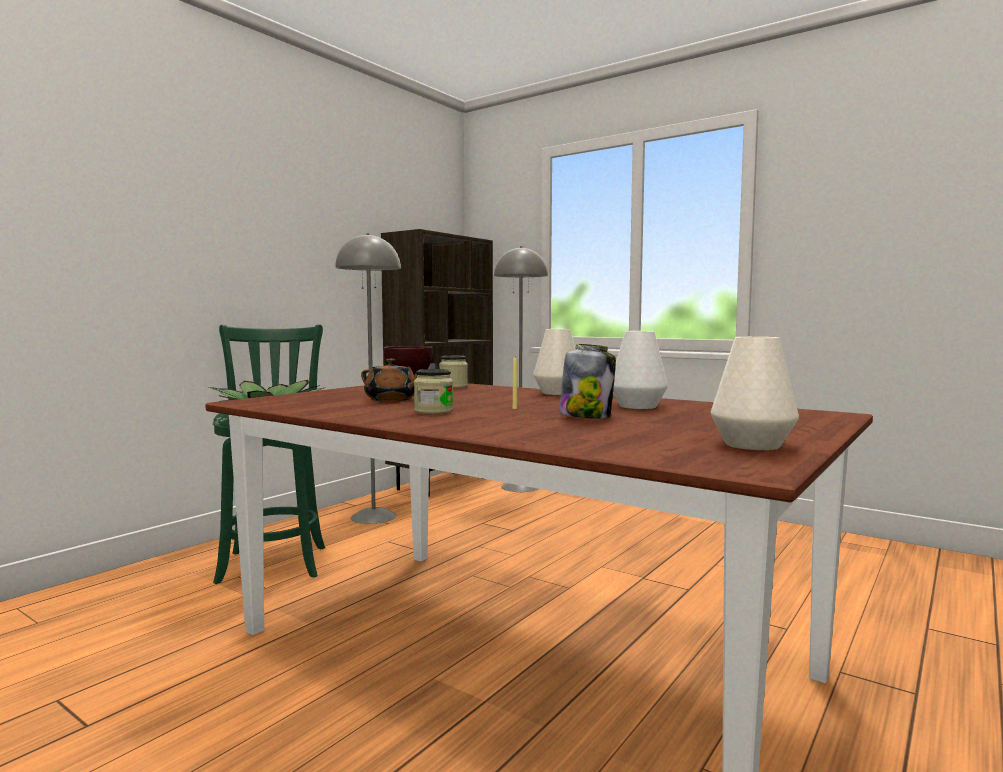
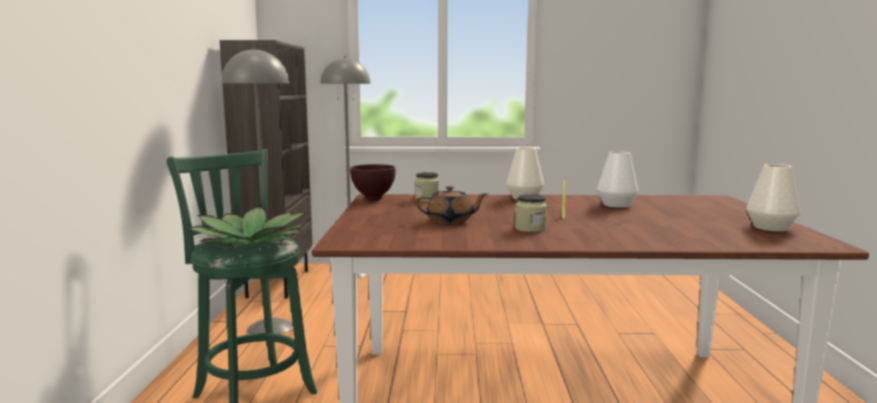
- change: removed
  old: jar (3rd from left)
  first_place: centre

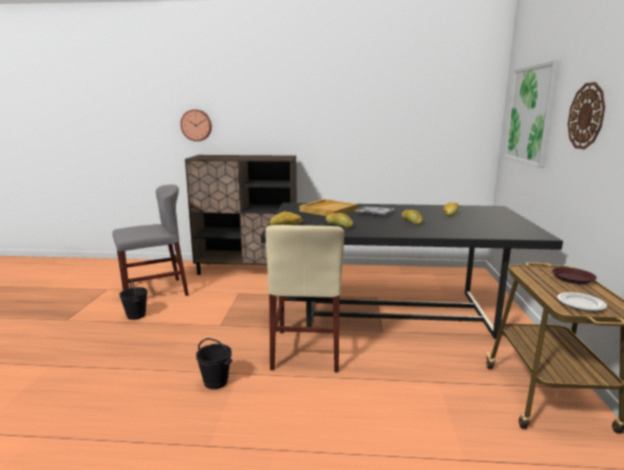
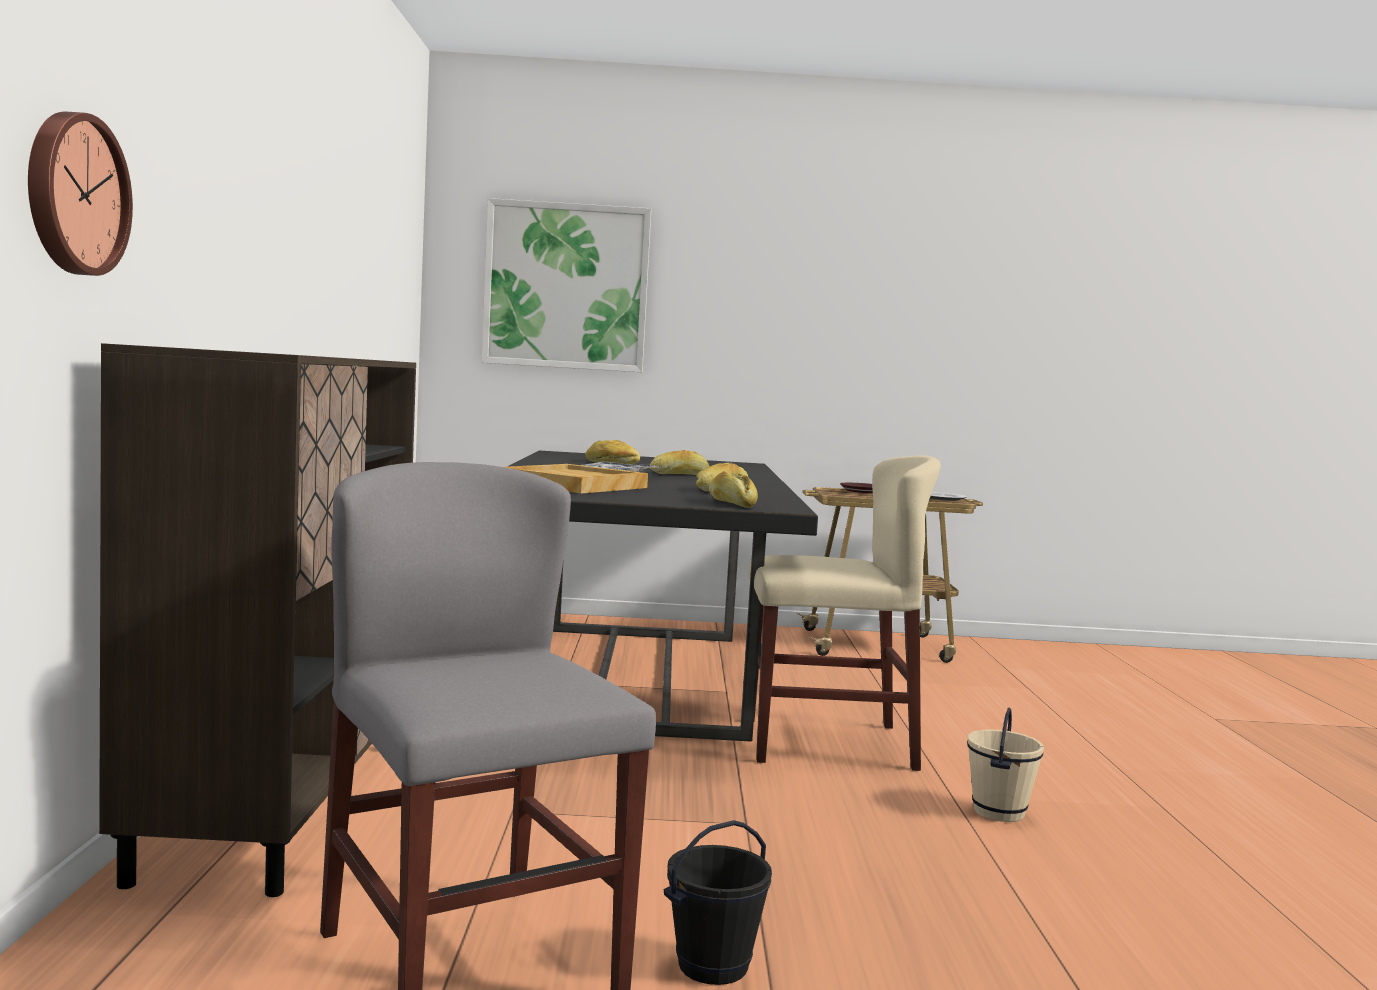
- change: removed
  old: wall clock (2nd from left)
  first_place: top right
- change: recoloured
  old: black bucket (2nd from left)
  new: beige bucket
  first_place: bottom centre
  second_place: bottom right

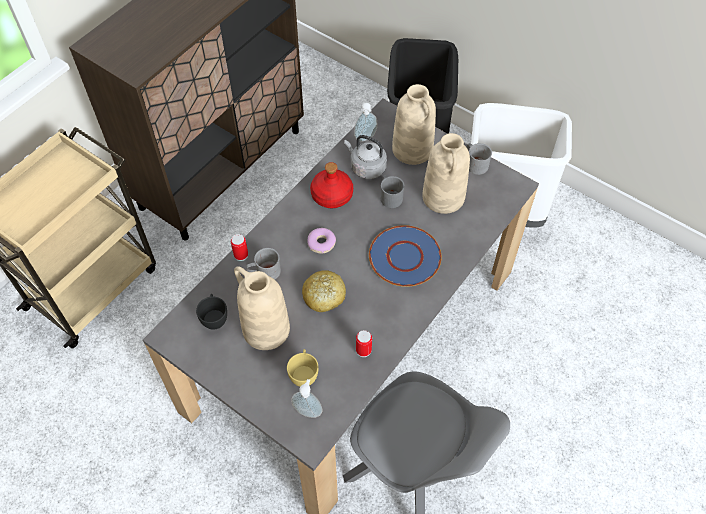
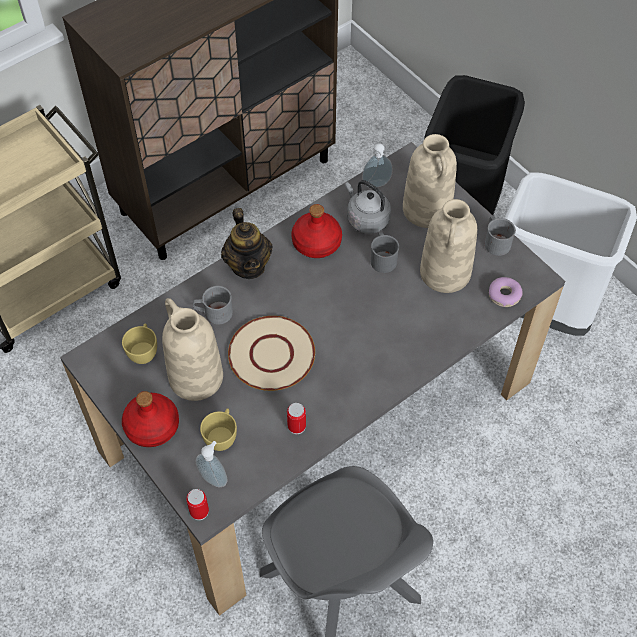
- change: removed
  old: blue plate
  first_place: centre
- change: moved
  old: donut
  first_place: centre
  second_place: middle right
- change: moved
  old: can (1st from left)
  first_place: centre
  second_place: bottom left
- change: replaced
  old: bread
  new: beige plate
  first_place: centre
  second_place: centre
- change: recoloured
  old: black cup
  new: yellow cup (1st from left)
  first_place: middle left
  second_place: middle left
- change: added
  new: teapot
  second_place: centre
- change: added
  new: red bottle (1st from left)
  second_place: middle left

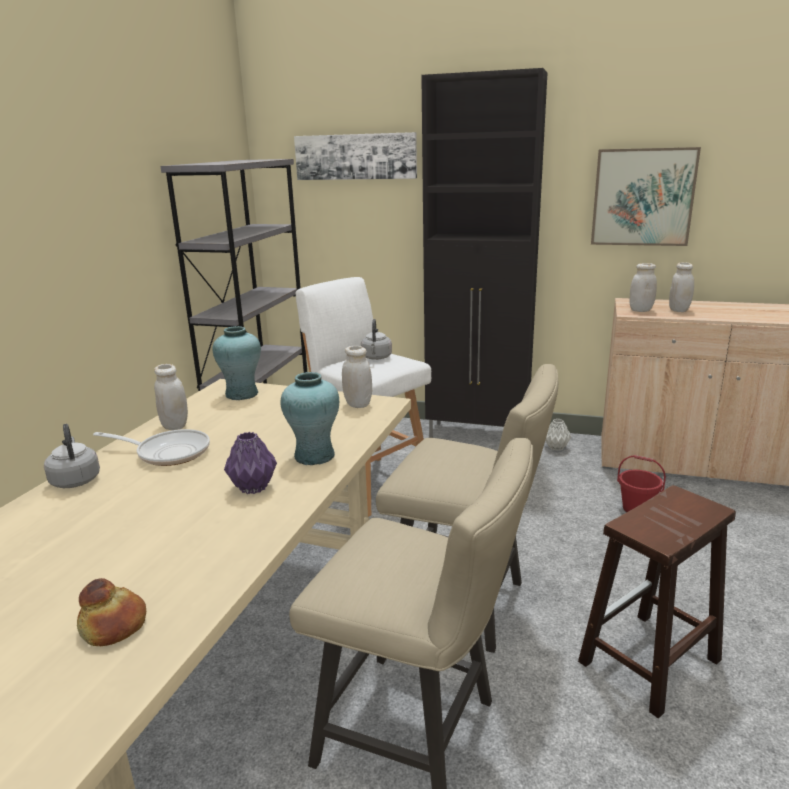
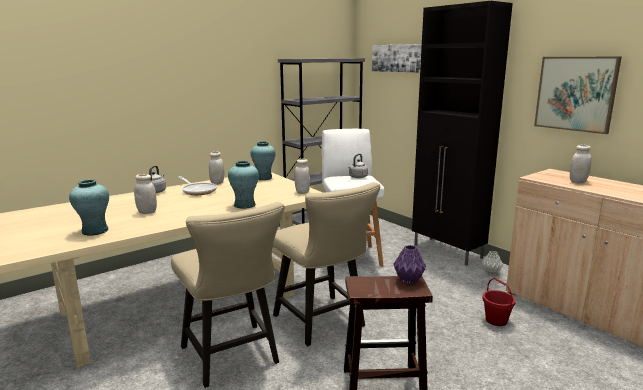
- change: moved
  old: white jar (3rd from left in the first image)
  new: white jar (1st from left)
  first_place: middle right
  second_place: middle left
- change: moved
  old: purple vase
  first_place: middle left
  second_place: bottom centre
- change: replaced
  old: bread
  new: turquoise vase (1st from left)
  first_place: bottom left
  second_place: middle left

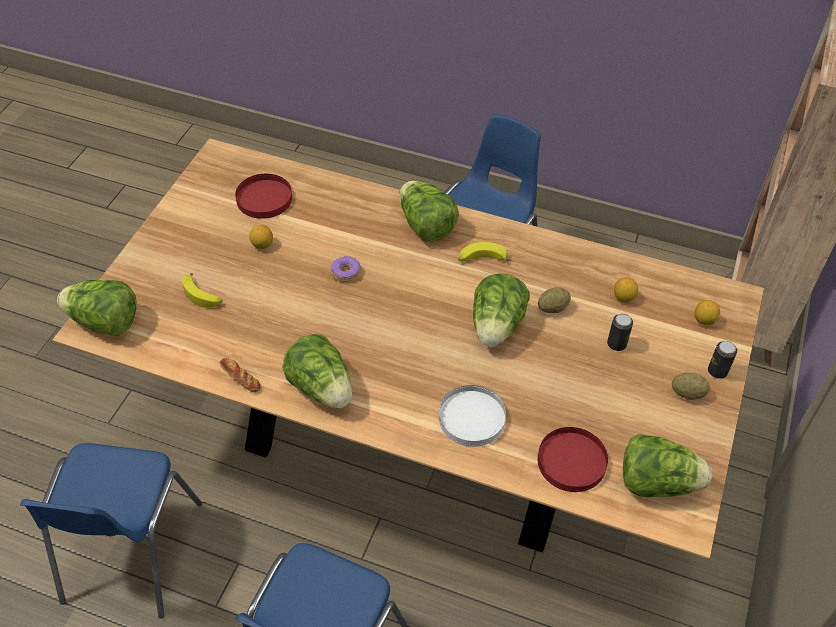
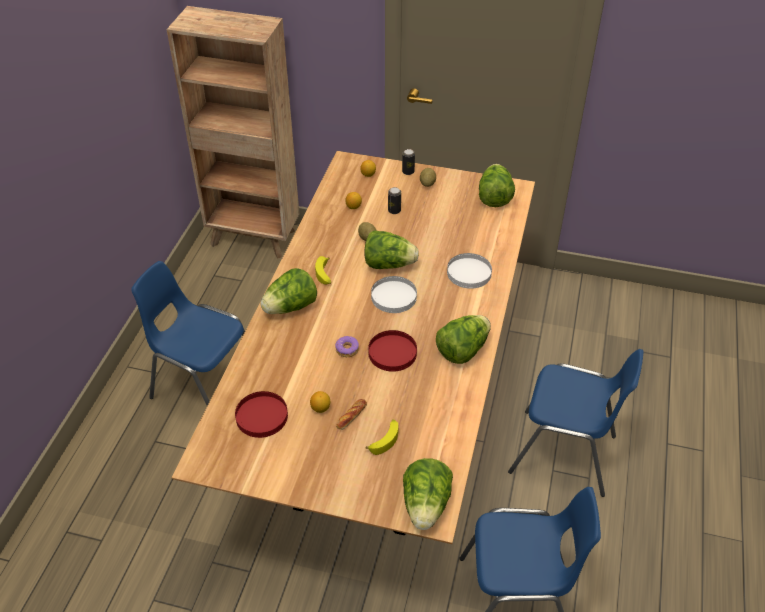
- change: moved
  old: bread
  first_place: middle left
  second_place: bottom centre
- change: moved
  old: red plate (2nd from left)
  first_place: bottom right
  second_place: centre
- change: added
  new: white plate (1st from left)
  second_place: centre

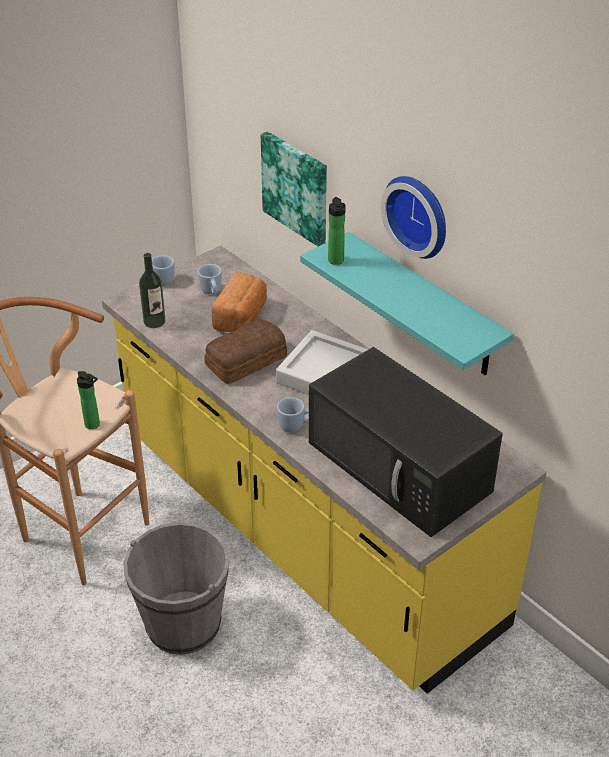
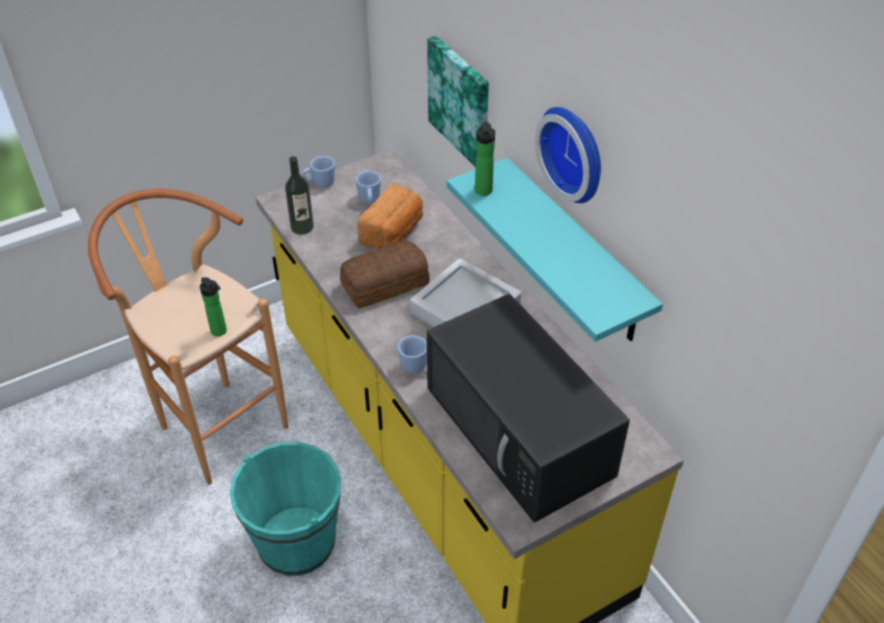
- change: recoloured
  old: grey bucket
  new: turquoise bucket
  first_place: bottom left
  second_place: bottom left

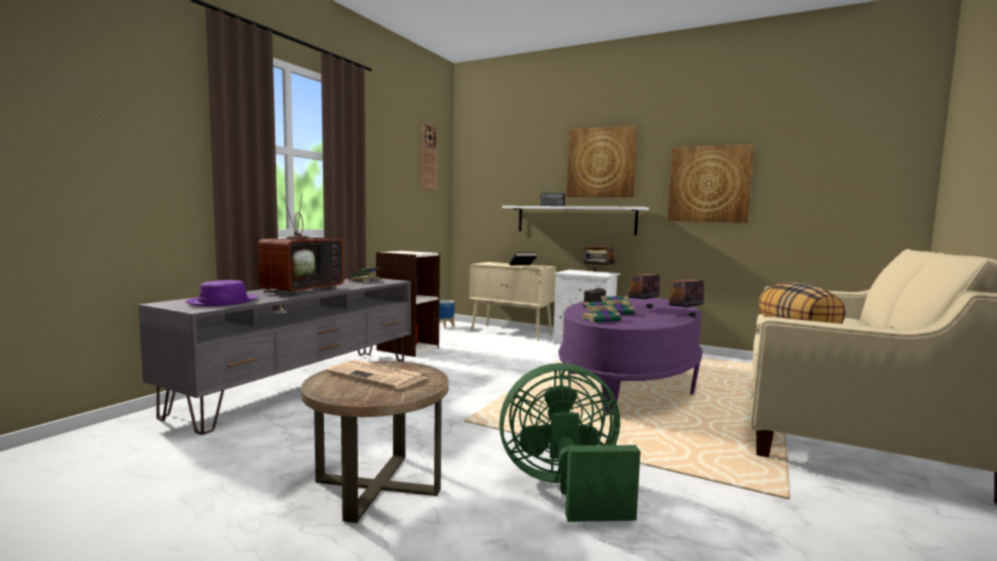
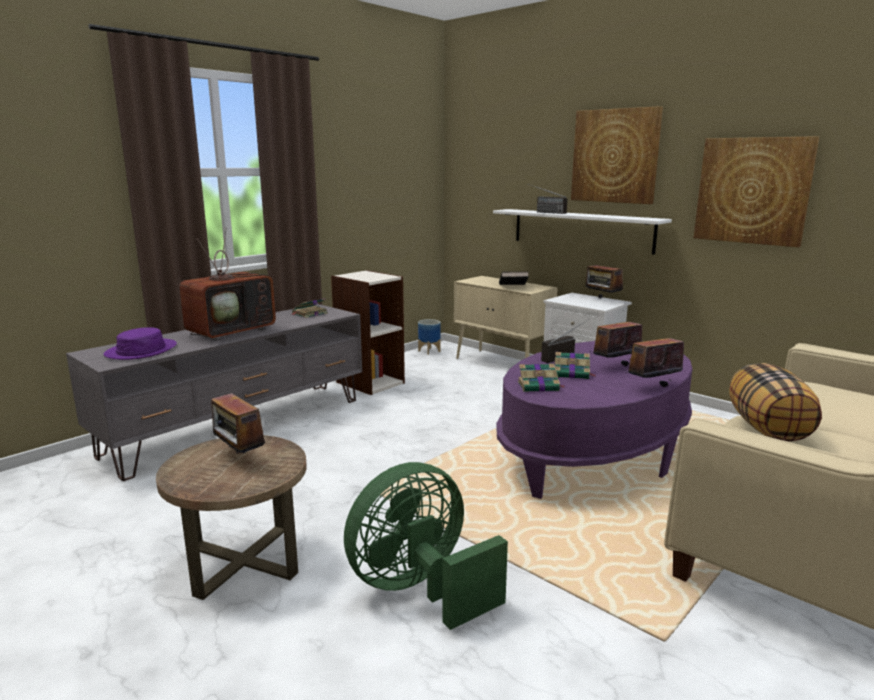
- change: removed
  old: wall clock
  first_place: top centre
- change: replaced
  old: newspaper
  new: radio (1st from left)
  first_place: bottom centre
  second_place: middle left
- change: turned
  old: green fan
  first_place: bottom centre
  second_place: bottom centre
  degrees: -45

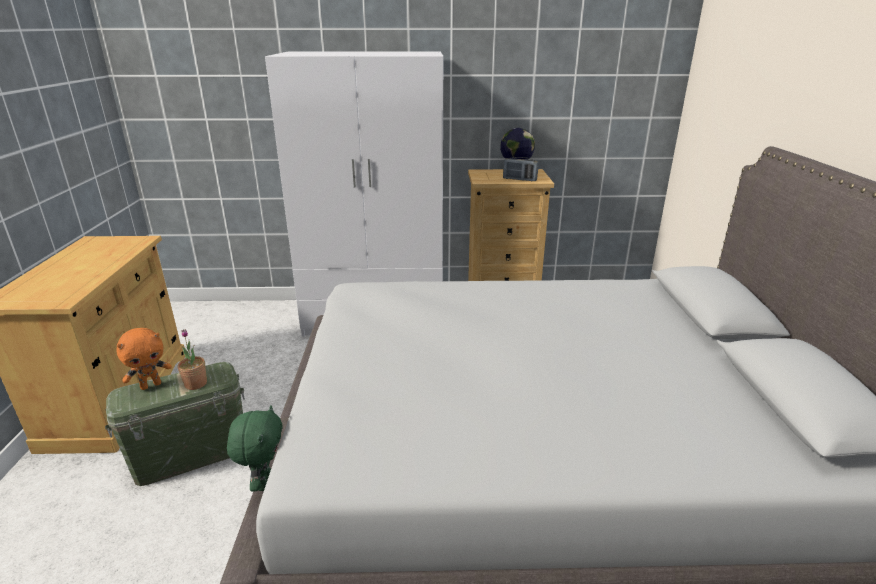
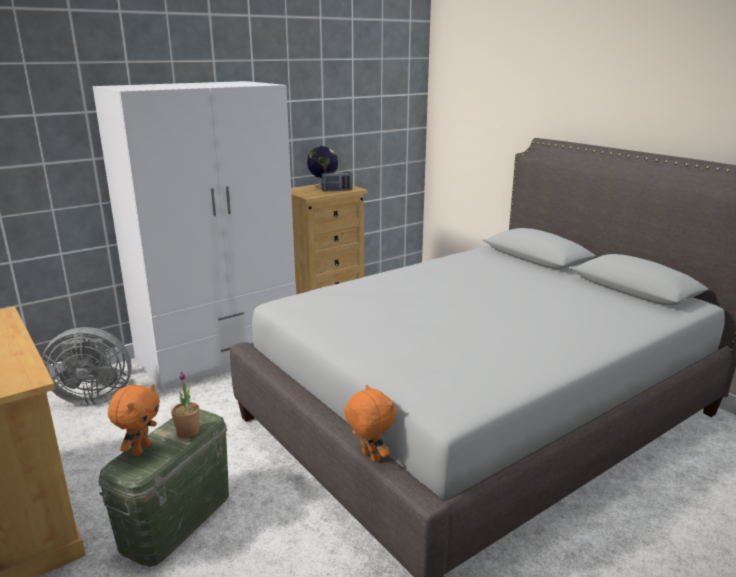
- change: recoloured
  old: green plush toy
  new: orange plush toy (2nd from left)
  first_place: bottom left
  second_place: bottom centre
- change: added
  new: grey fan
  second_place: middle left

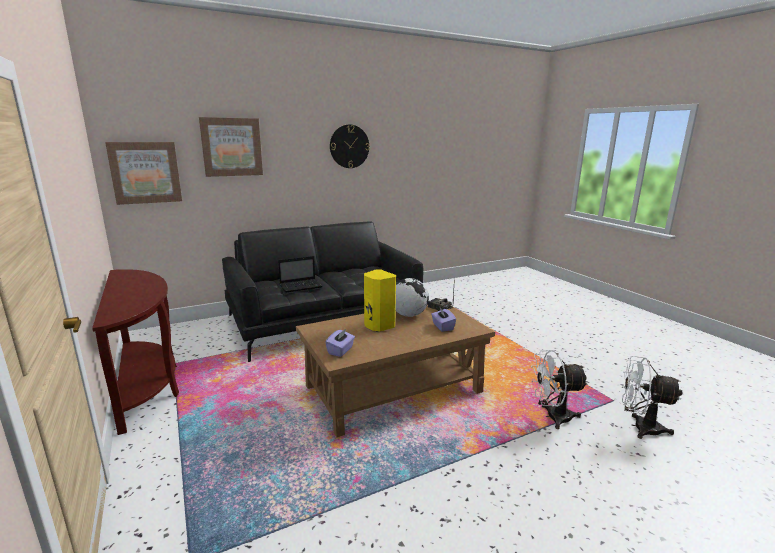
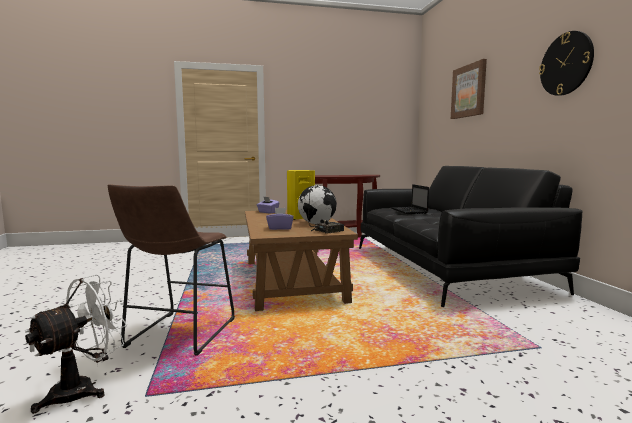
- change: removed
  old: picture (1st from left)
  first_place: top left
- change: replaced
  old: white fan (1st from left)
  new: brown stool
  first_place: bottom right
  second_place: middle left

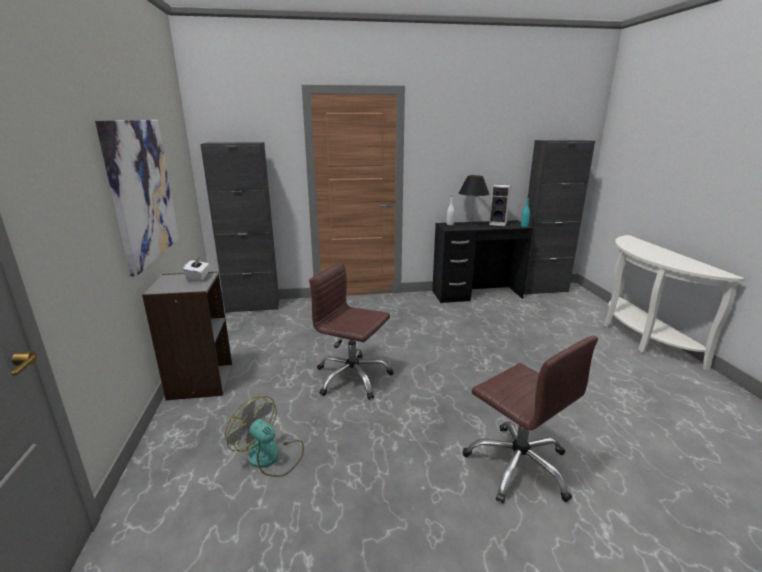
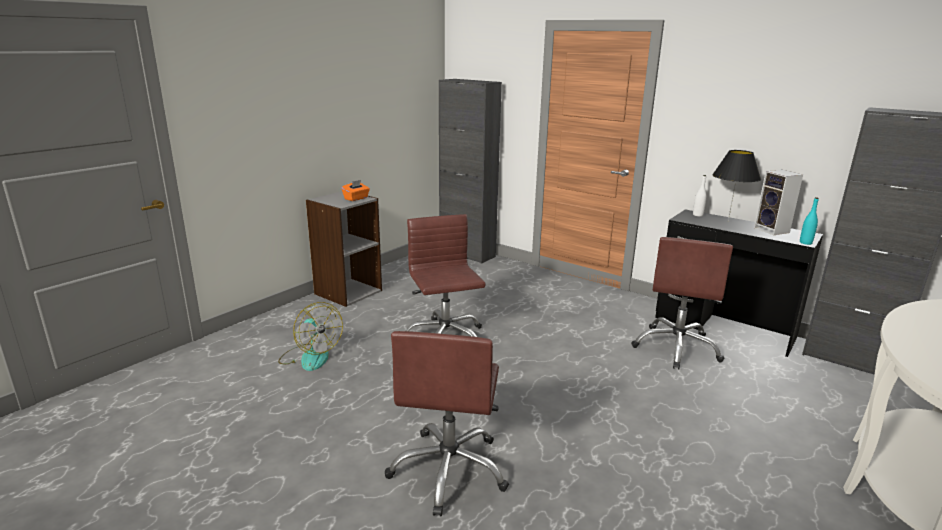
- change: removed
  old: picture
  first_place: middle left
- change: recoloured
  old: white tissue box
  new: orange tissue box
  first_place: middle left
  second_place: centre
- change: turned
  old: fan
  first_place: bottom centre
  second_place: middle left
  degrees: 150
- change: added
  new: brown office chair (3rd from left)
  second_place: middle right

